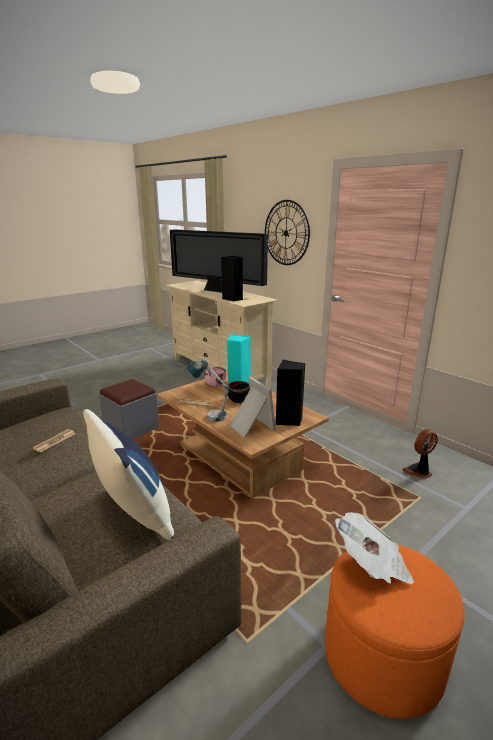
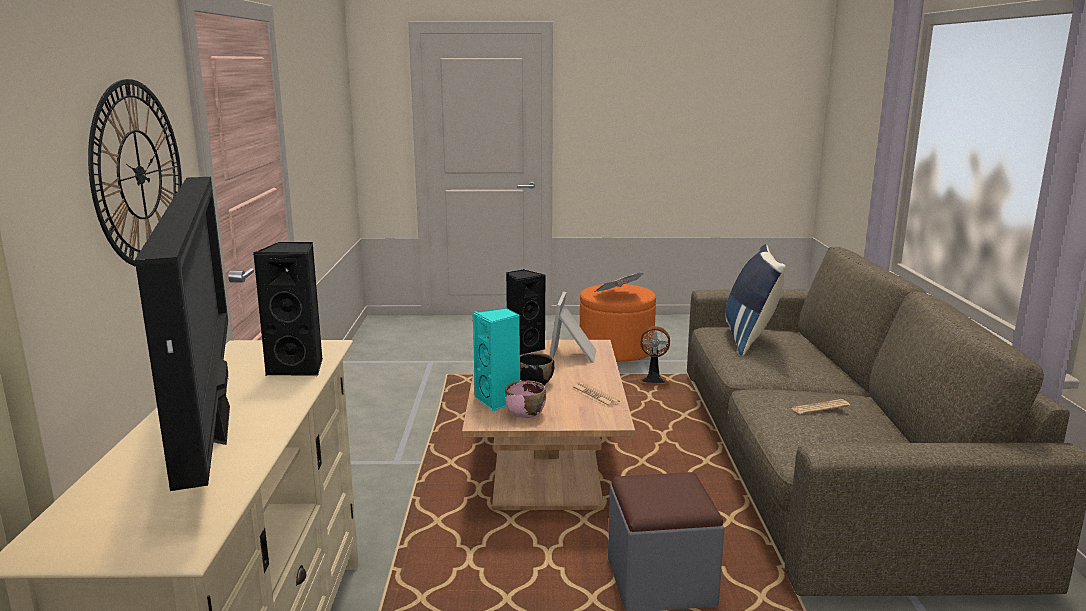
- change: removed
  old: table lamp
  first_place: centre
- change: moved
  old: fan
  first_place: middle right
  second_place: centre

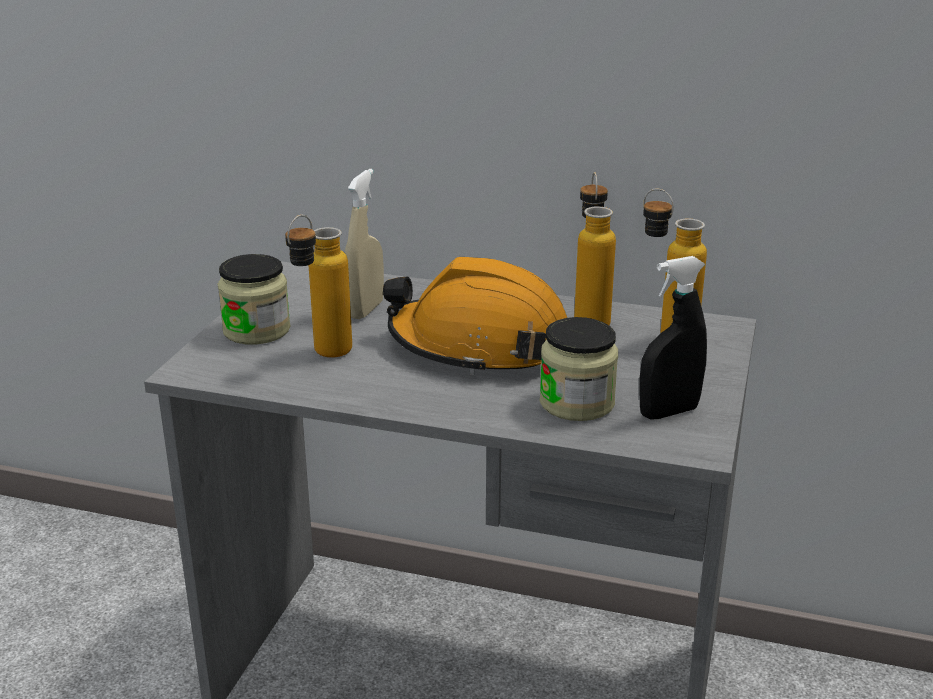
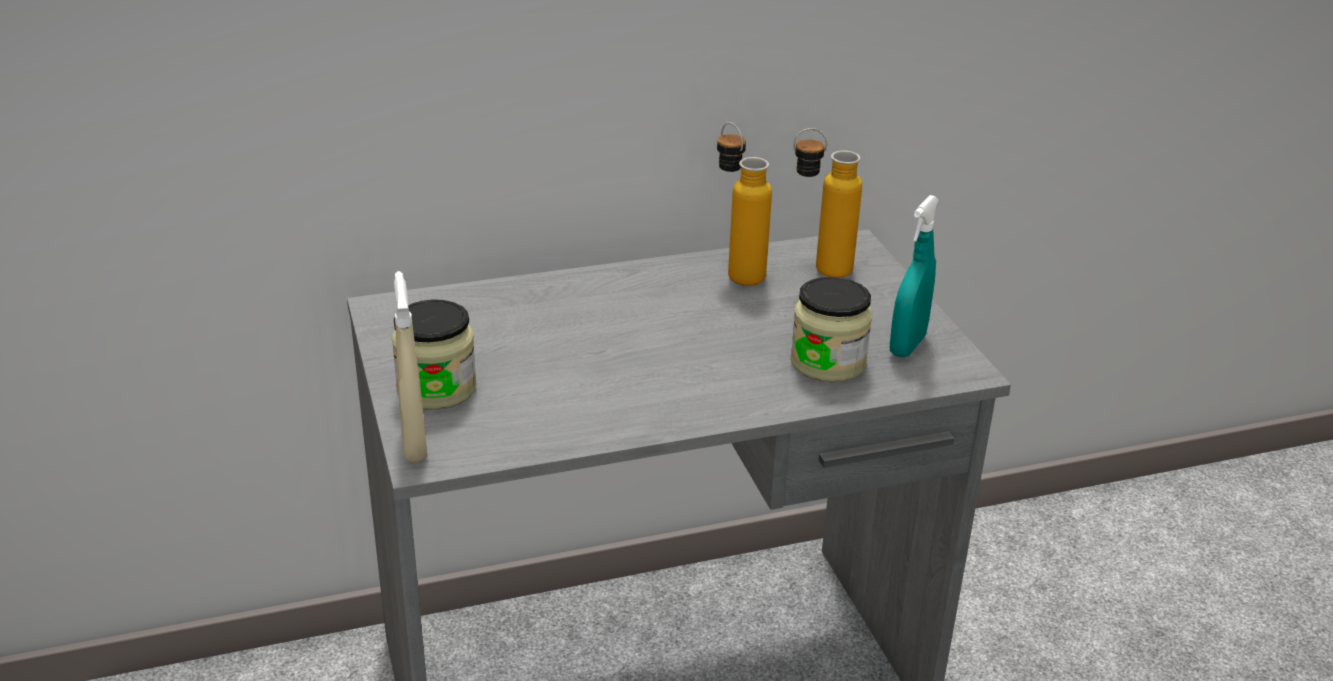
- change: moved
  old: beige spray bottle
  first_place: centre
  second_place: middle left
- change: removed
  old: bottle (1st from left)
  first_place: centre
- change: recoloured
  old: black spray bottle
  new: turquoise spray bottle
  first_place: middle right
  second_place: middle right
- change: removed
  old: orange hard hat
  first_place: centre

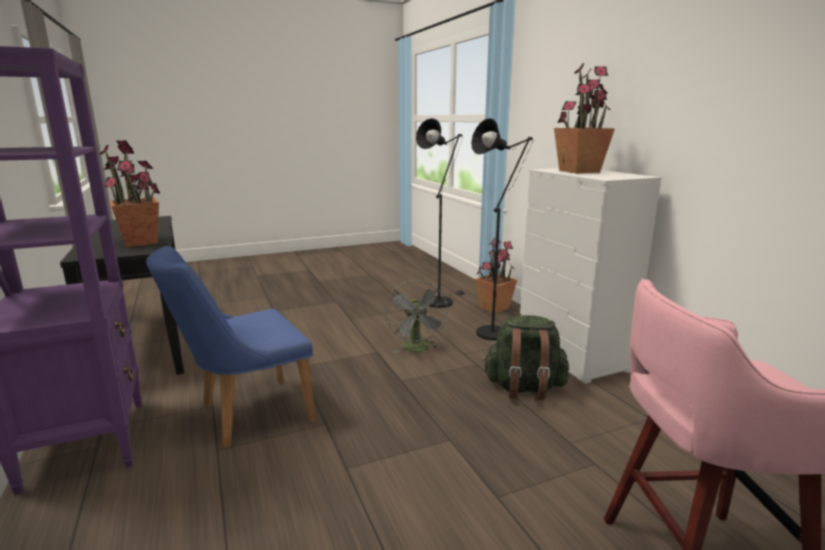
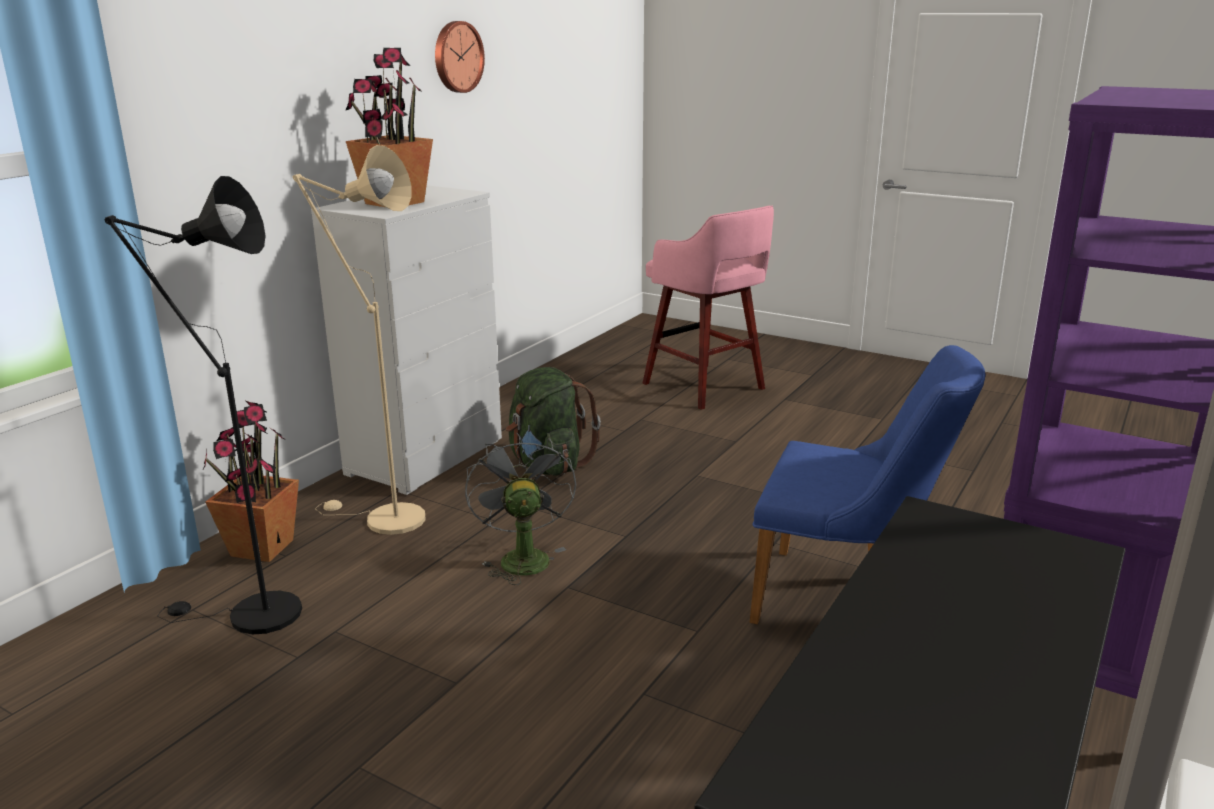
- change: recoloured
  old: black floor lamp (2nd from left)
  new: beige floor lamp
  first_place: centre
  second_place: middle left
- change: removed
  old: potted plant (1st from left)
  first_place: middle left
- change: turned
  old: grey fan
  first_place: centre
  second_place: centre
  degrees: -60
- change: added
  new: wall clock
  second_place: top centre

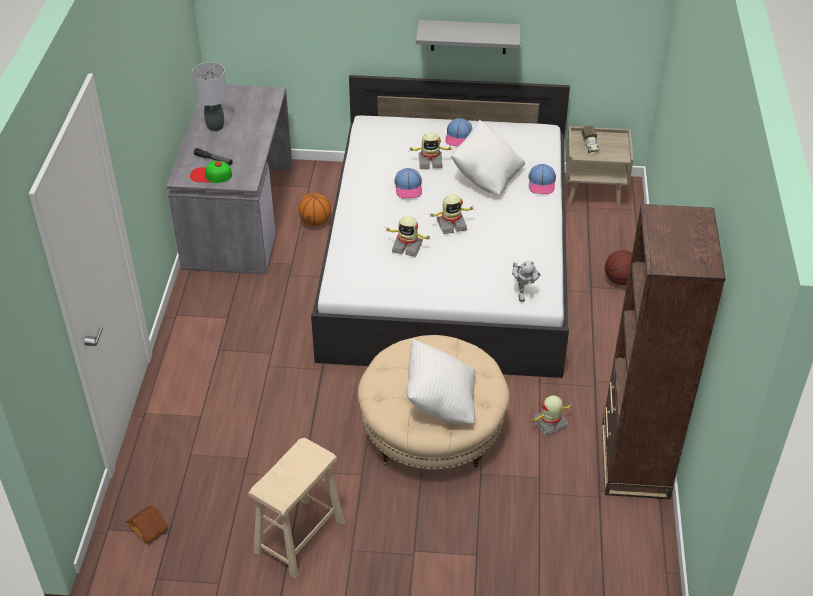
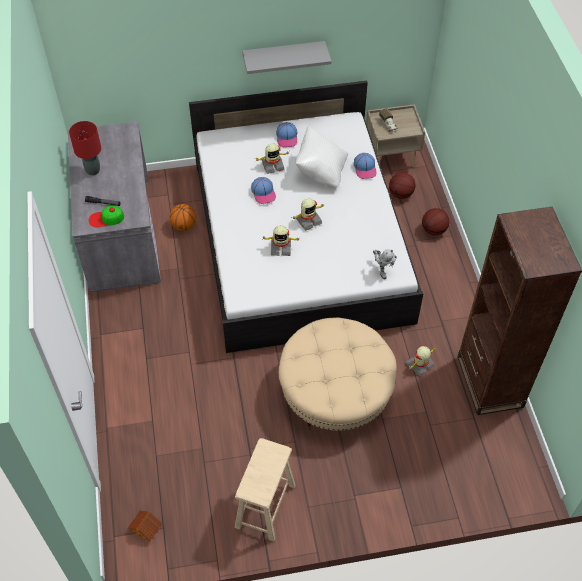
- change: recoloured
  old: grey table lamp
  new: red table lamp
  first_place: top left
  second_place: top left
- change: removed
  old: white pillow (1st from left)
  first_place: centre
- change: added
  new: basketball (2nd from left)
  second_place: top right

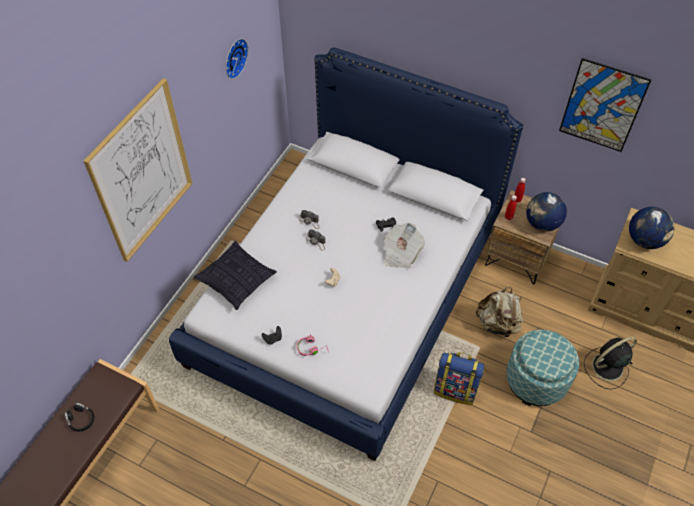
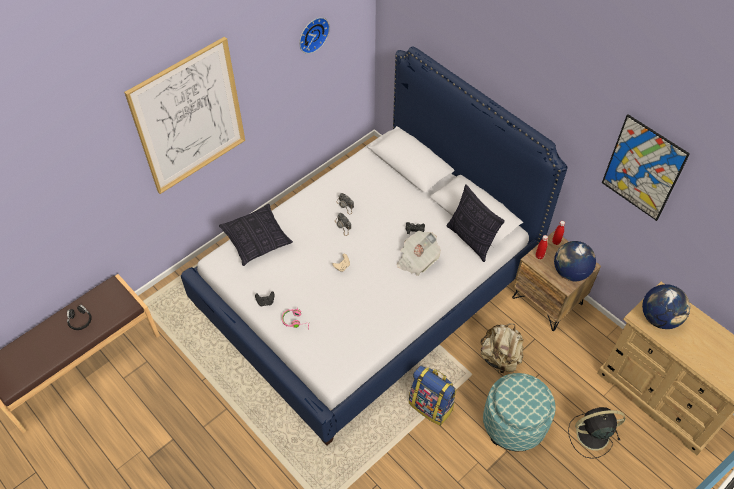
- change: added
  new: pillow (2nd from left)
  second_place: centre

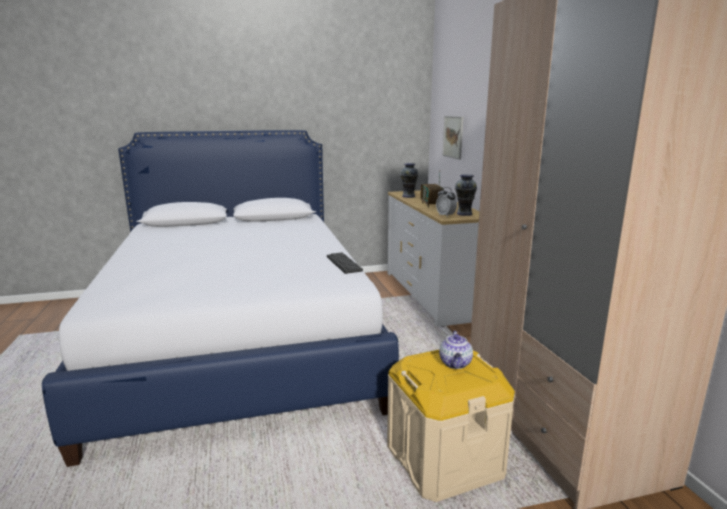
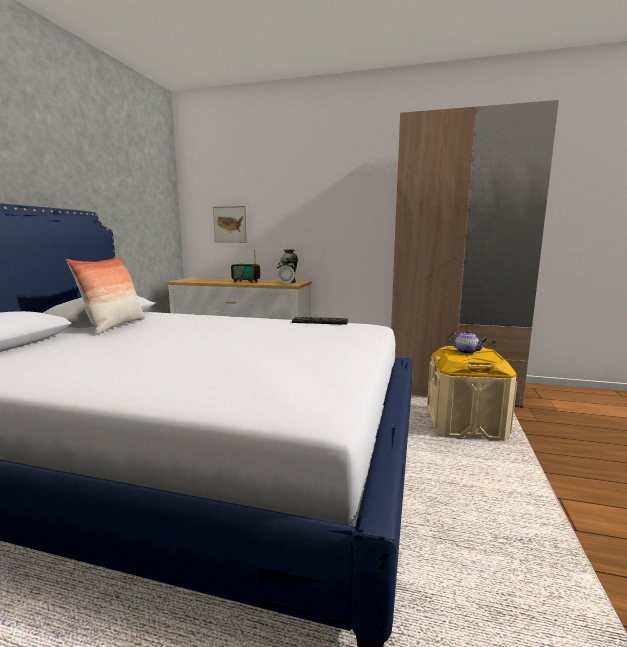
- change: removed
  old: vase (1st from left)
  first_place: centre
- change: added
  new: pillow
  second_place: middle left

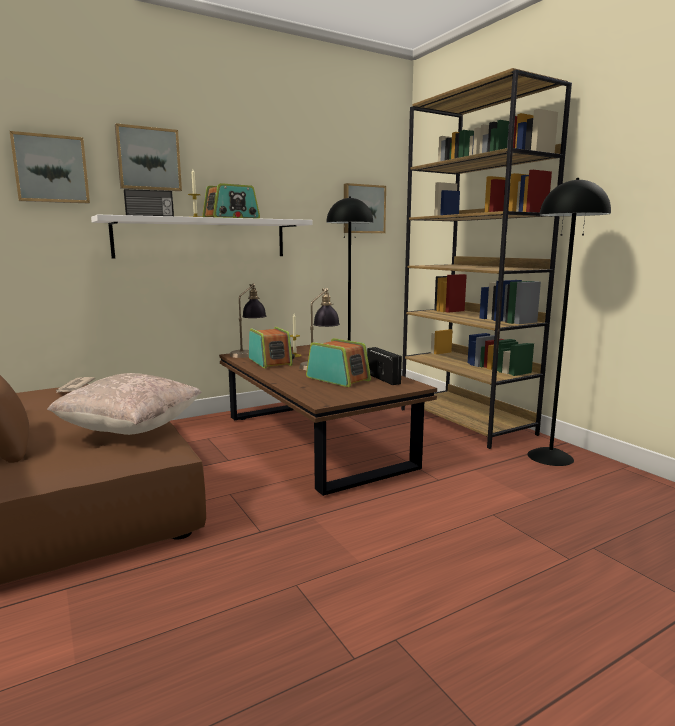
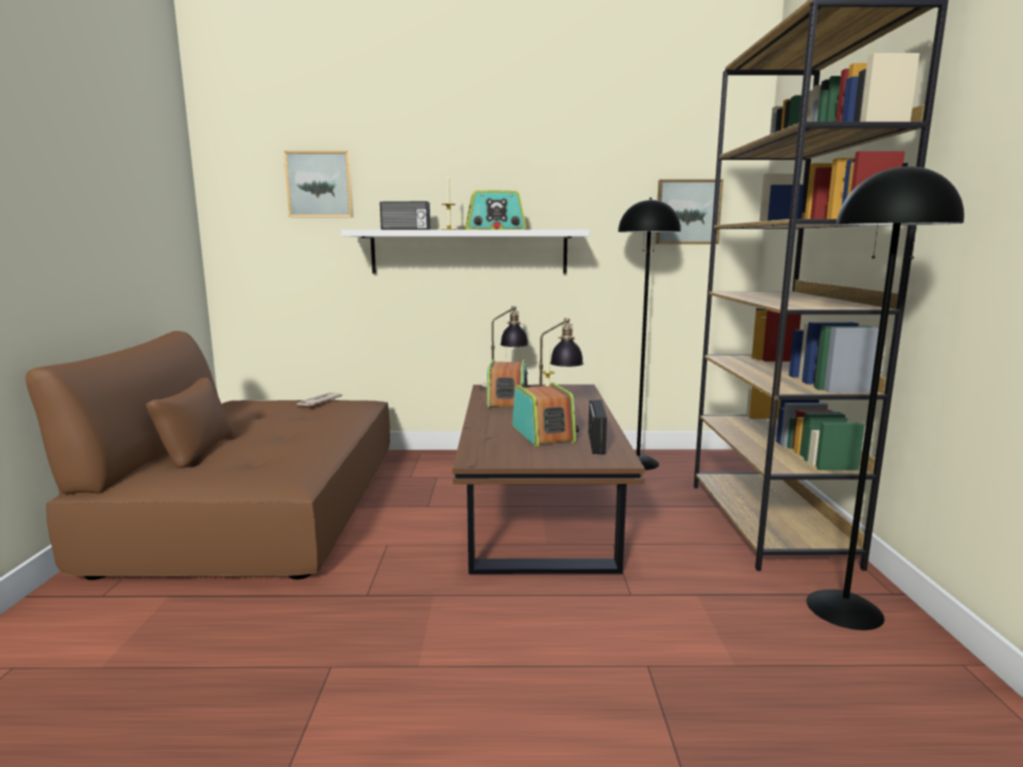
- change: removed
  old: picture (2nd from left)
  first_place: top left
- change: removed
  old: beige pillow
  first_place: middle left

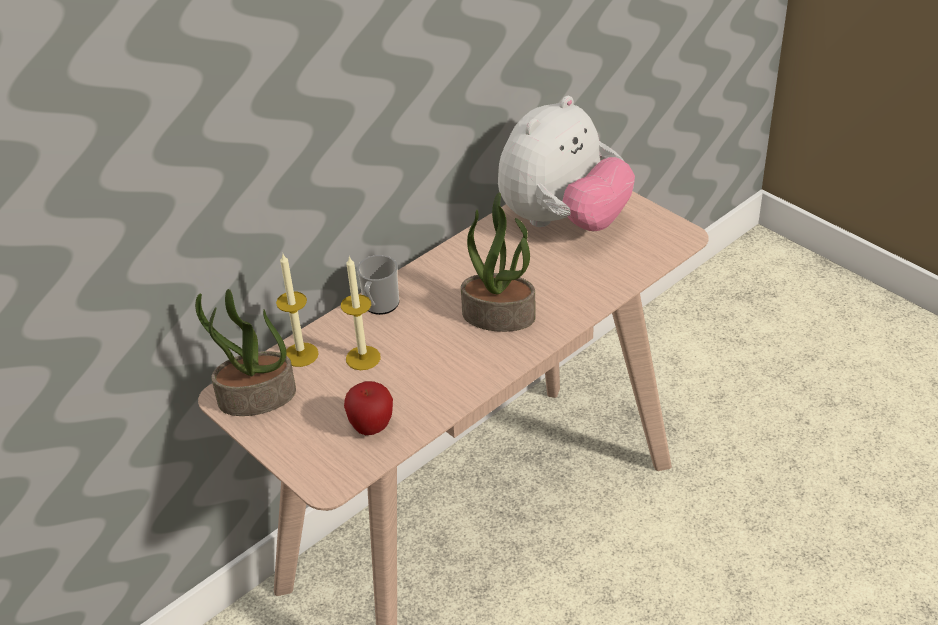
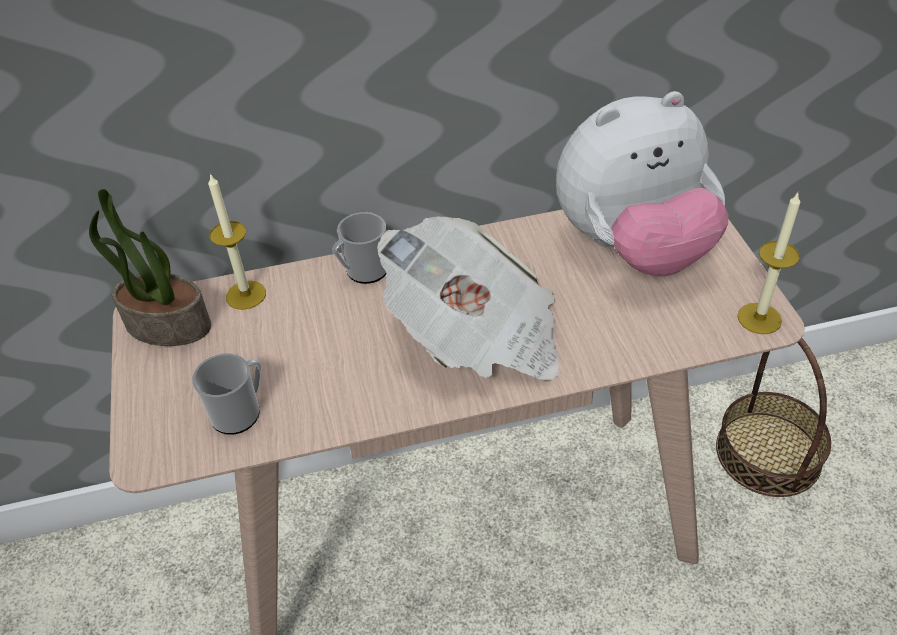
- change: replaced
  old: potted plant (2nd from left)
  new: newspaper
  first_place: centre
  second_place: centre
- change: moved
  old: candle (2nd from left)
  first_place: centre
  second_place: middle right
- change: replaced
  old: apple
  new: mug (1st from left)
  first_place: centre
  second_place: middle left
- change: added
  new: basket
  second_place: middle right

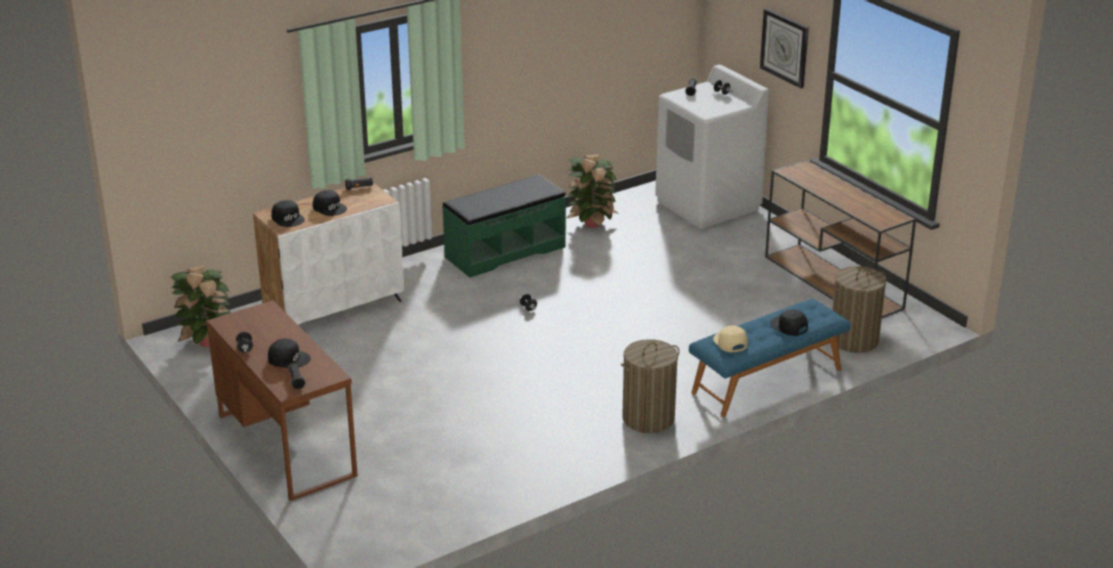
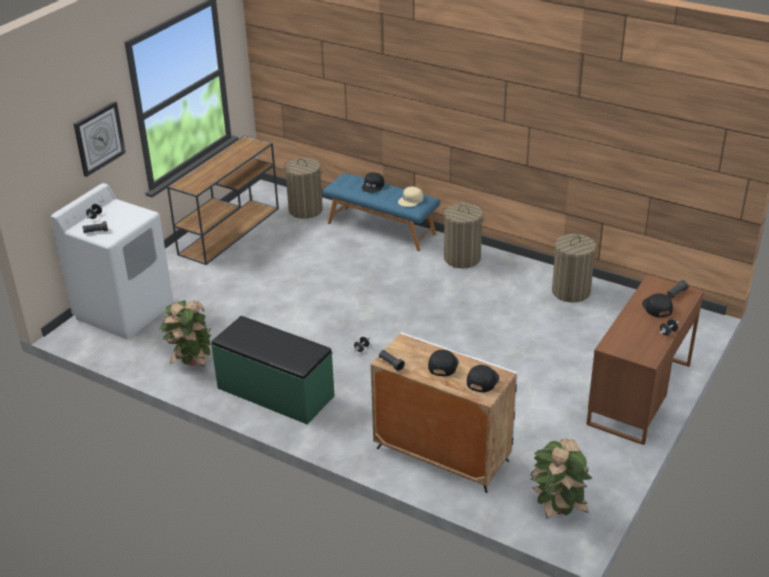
- change: added
  new: laundry basket (3rd from left)
  second_place: middle right

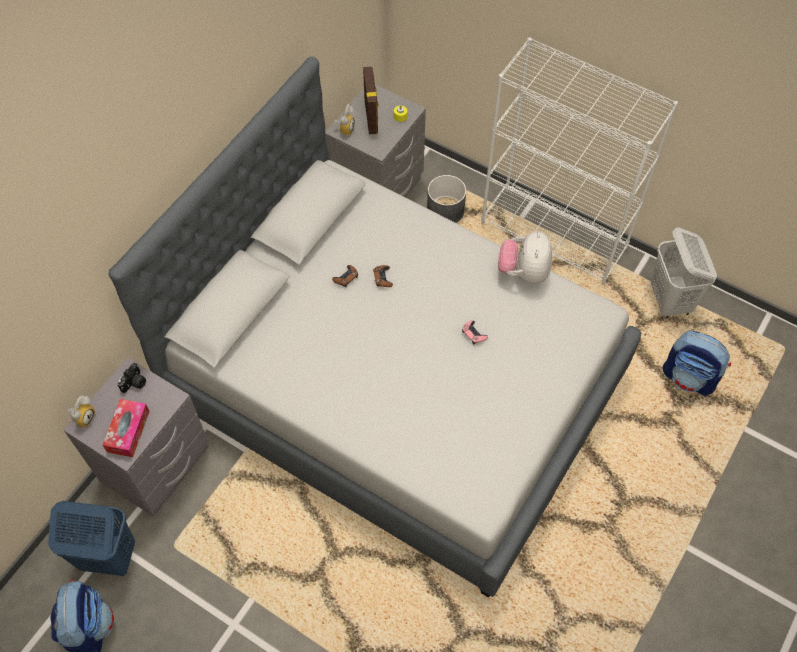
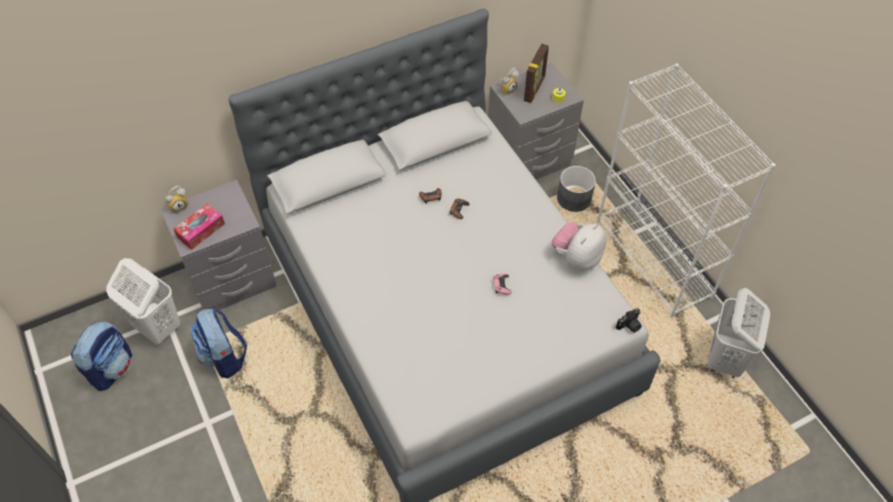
- change: moved
  old: backpack (2nd from left)
  first_place: middle right
  second_place: bottom left
- change: moved
  old: photo camera
  first_place: middle left
  second_place: middle right
- change: recoloured
  old: blue laundry basket
  new: white laundry basket (1st from left)
  first_place: bottom left
  second_place: middle left

